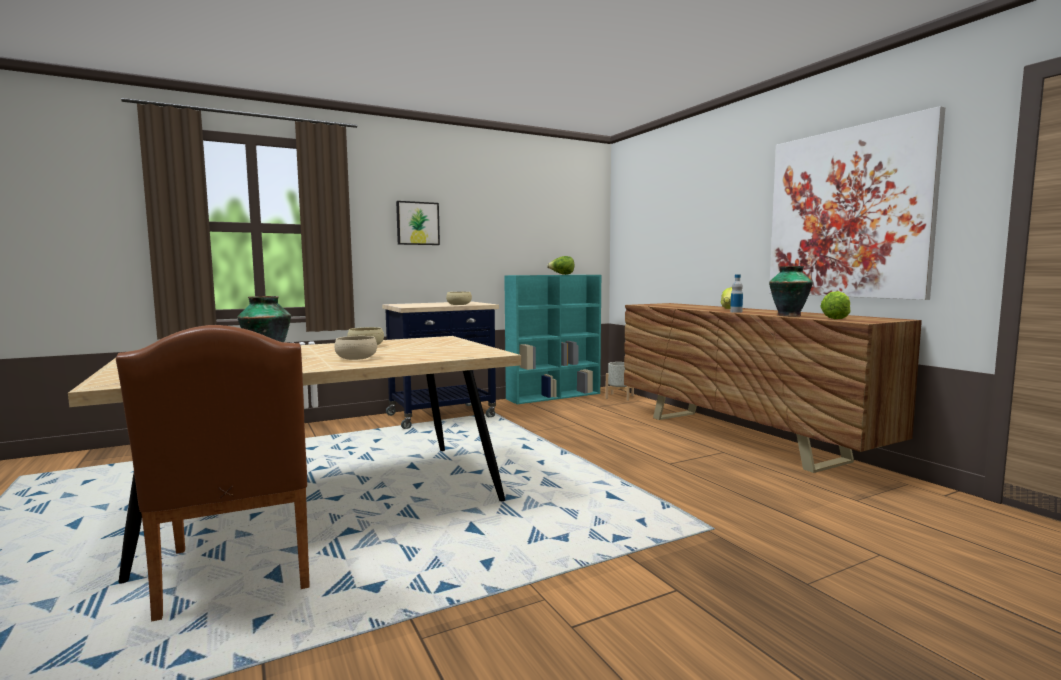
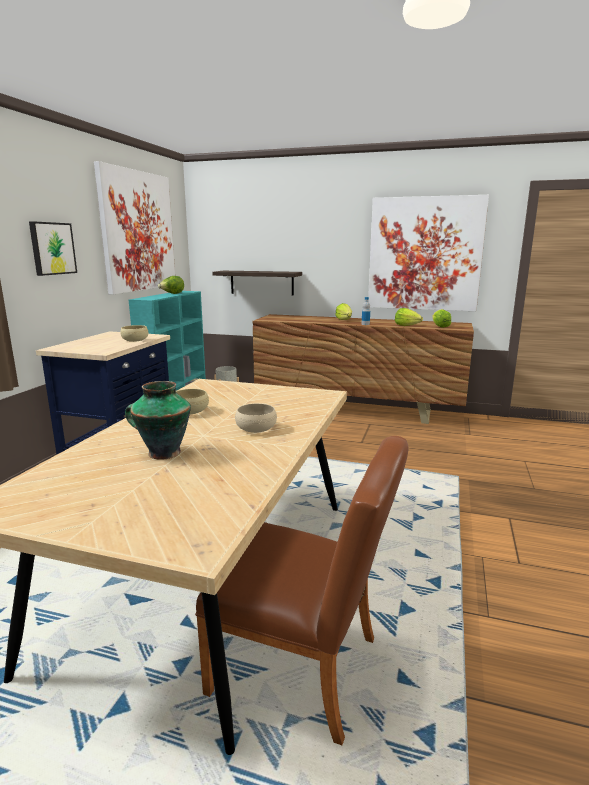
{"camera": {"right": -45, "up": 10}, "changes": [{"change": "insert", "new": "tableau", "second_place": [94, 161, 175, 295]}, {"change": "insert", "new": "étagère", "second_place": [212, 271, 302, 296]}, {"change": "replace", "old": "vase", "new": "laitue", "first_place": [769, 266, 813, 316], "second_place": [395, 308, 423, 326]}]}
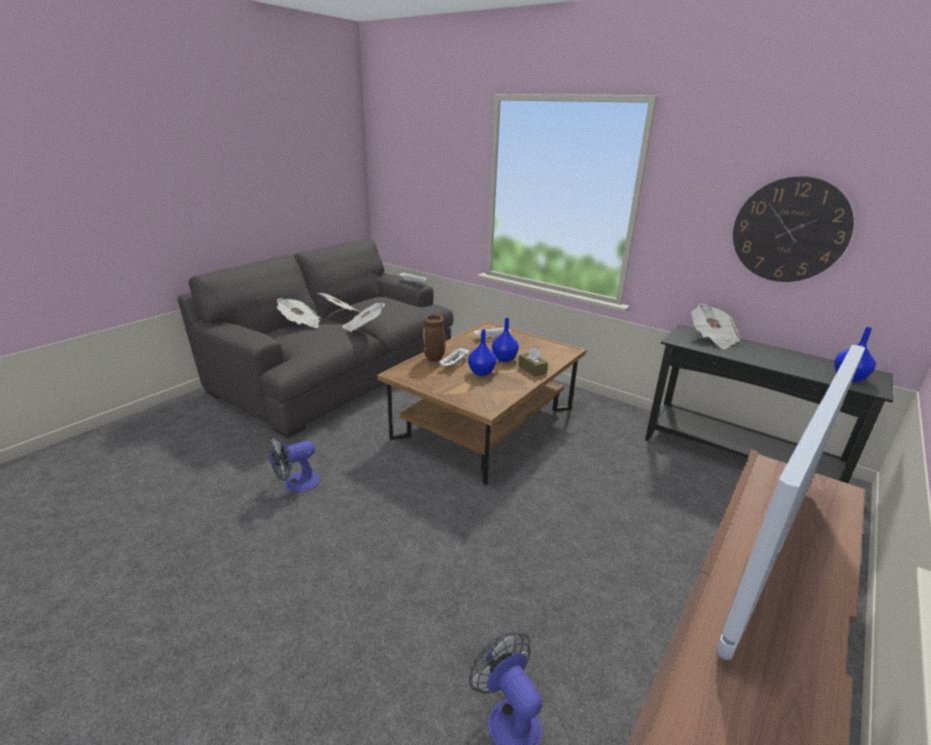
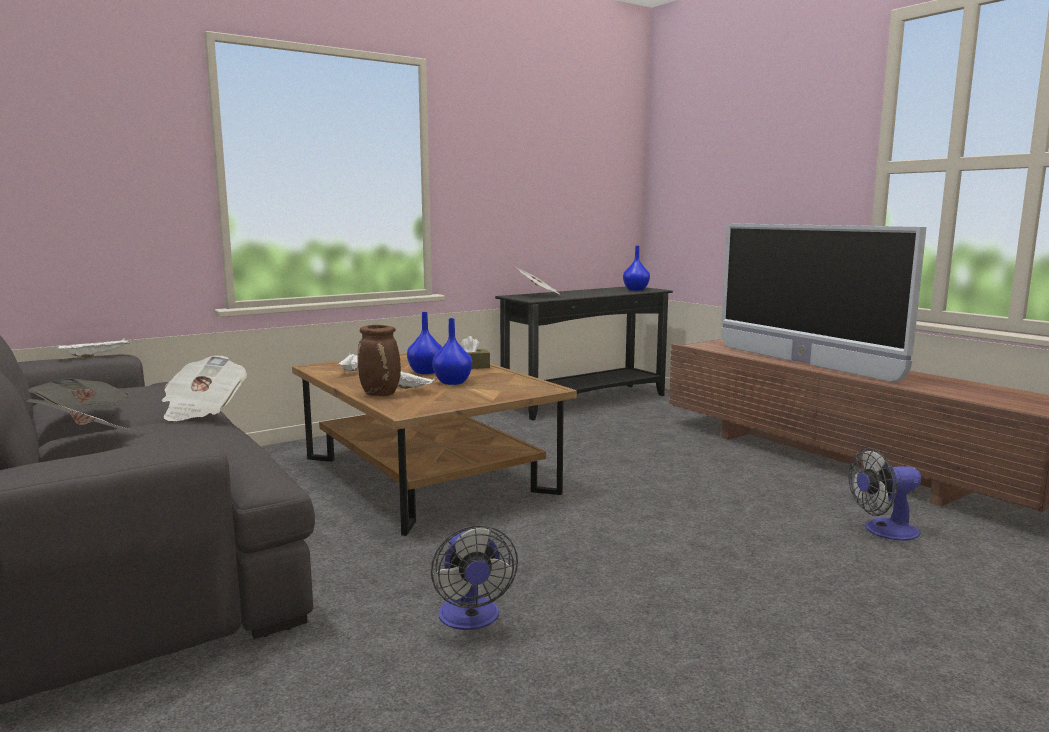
{"camera": {"right": -70, "up": -15}, "changes": [{"change": "delete", "old": "horloge murale", "first_place": [733, 176, 854, 282]}]}
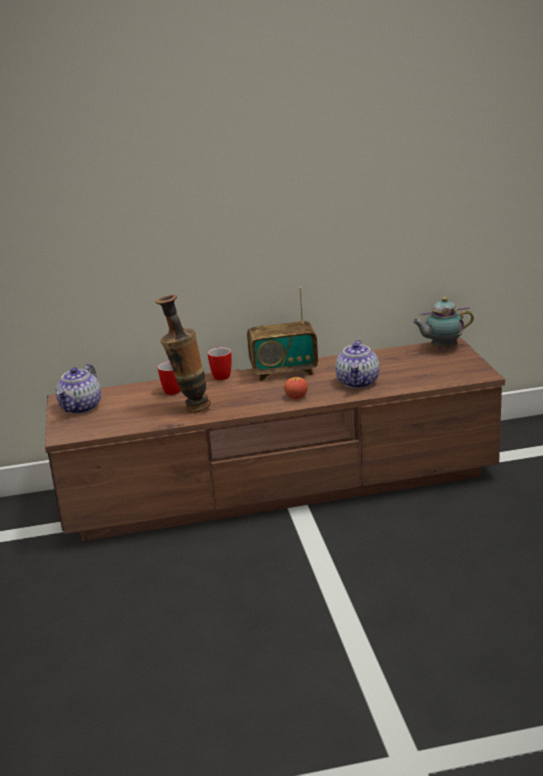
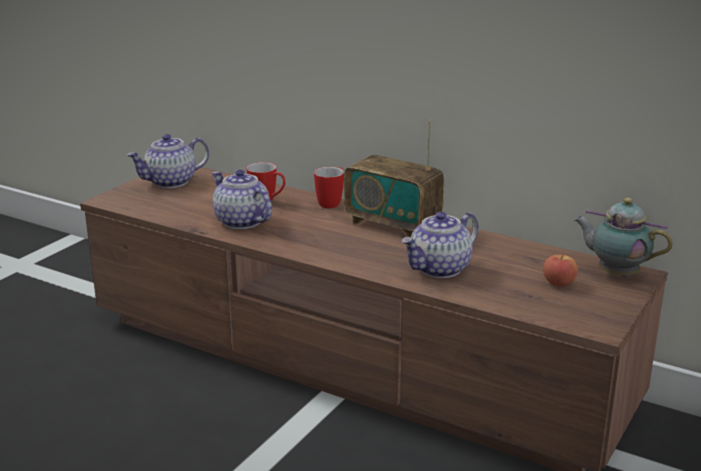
{"camera": {"right": 40, "up": 0}, "changes": [{"change": "replace", "old": "vase", "new": "théière", "first_place": [155, 295, 211, 413], "second_place": [212, 169, 272, 229]}, {"change": "move", "old": "pomme", "first_place": [284, 377, 308, 399], "second_place": [543, 254, 578, 286]}]}
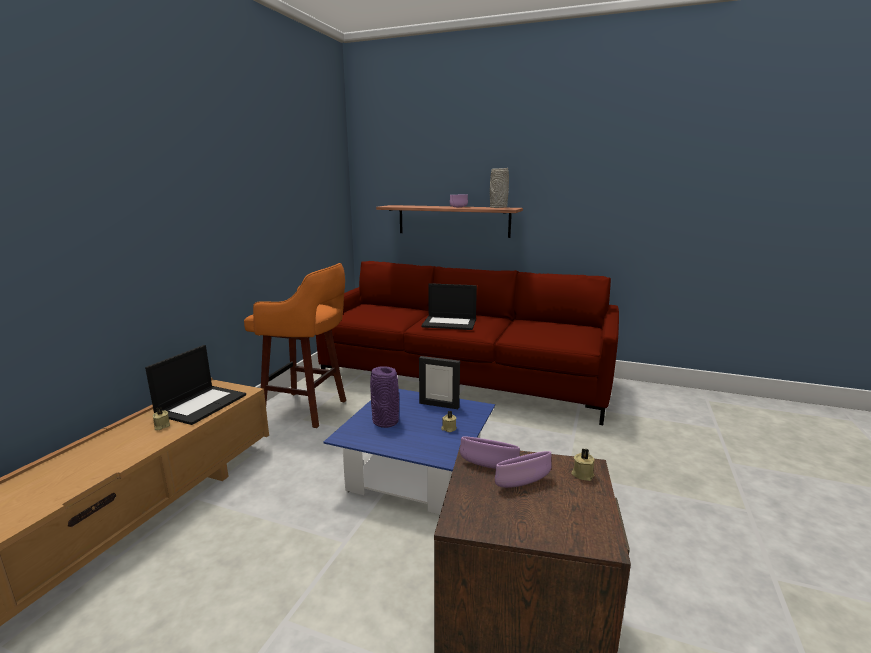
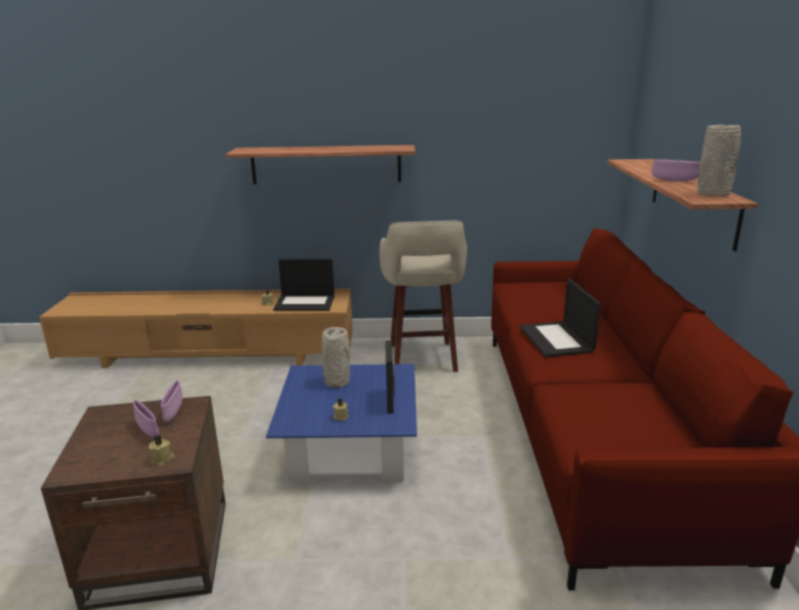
{"camera": {"right": 70, "up": 5}, "changes": [{"change": "insert", "new": "étagère", "second_place": [225, 145, 415, 184]}, {"change": "recolor", "old": "vase [violet]", "new": "vase [gris]", "first_place": [370, 366, 399, 428], "second_place": [321, 327, 350, 388]}, {"change": "recolor", "old": "tabouret [orange]", "new": "tabouret [beige]", "first_place": [244, 263, 346, 428], "second_place": [379, 221, 467, 372]}]}
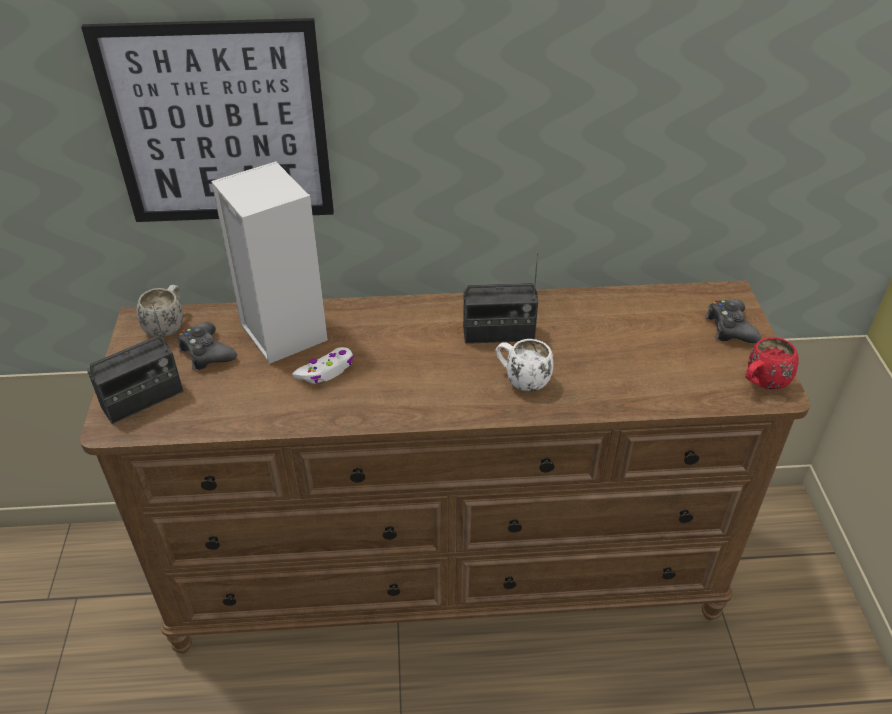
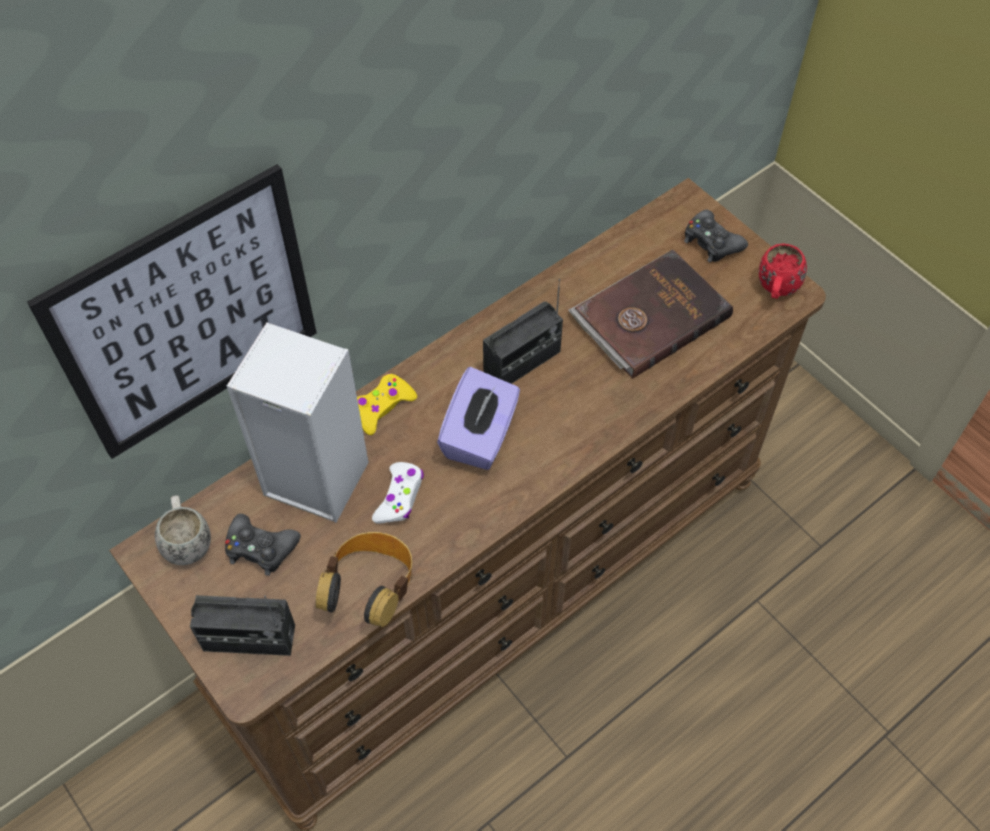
{"camera": {"right": -35, "up": 15}, "changes": [{"change": "rotate", "old": "radio", "first_place": [87, 304, 184, 424], "second_place": [190, 595, 295, 656], "degrees": 75}, {"change": "insert", "new": "casque audio", "second_place": [316, 532, 412, 627]}, {"change": "insert", "new": "manette [jaune]", "second_place": [357, 373, 417, 435]}, {"change": "insert", "new": "boîte à mouchoirs [violet]", "second_place": [437, 367, 520, 470]}, {"change": "insert", "new": "livre [marron]", "second_place": [568, 250, 733, 379]}, {"change": "delete", "old": "mug [blanc]", "first_place": [495, 339, 554, 391]}]}
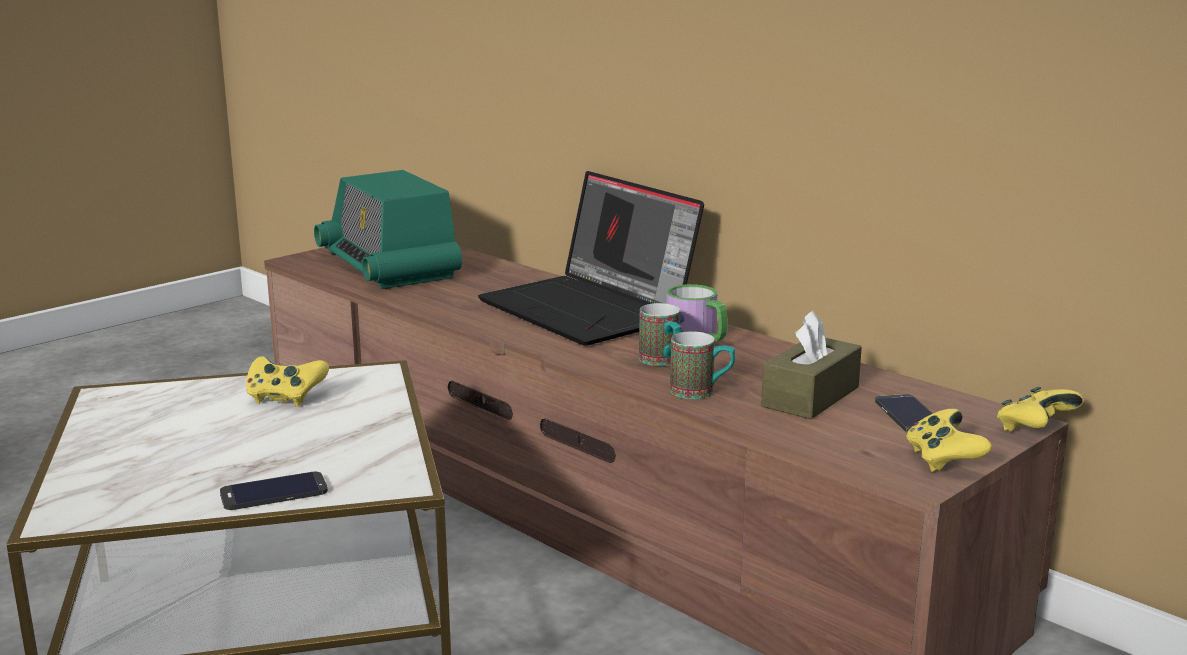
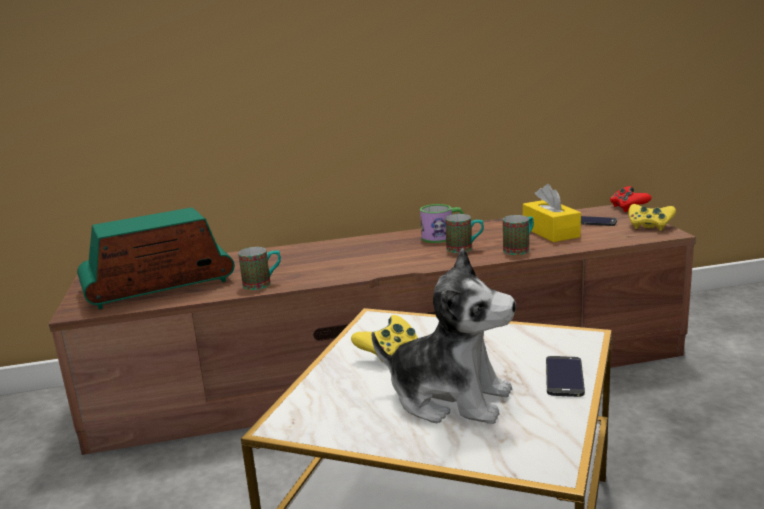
{"camera": {"right": -55, "up": 0}, "changes": [{"change": "rotate", "old": "radio", "first_place": [314, 170, 462, 289], "second_place": [77, 207, 235, 309], "degrees": 150}, {"change": "insert", "new": "mug", "second_place": [238, 247, 281, 290]}, {"change": "insert", "new": "peluche", "second_place": [372, 248, 516, 424]}, {"change": "recolor", "old": "boîte à mouchoirs [marron]", "new": "boîte à mouchoirs [jaune]", "first_place": [761, 310, 862, 419], "second_place": [523, 184, 581, 242]}, {"change": "recolor", "old": "manette [jaune]", "new": "manette [rouge]", "first_place": [997, 387, 1084, 432], "second_place": [610, 186, 652, 212]}, {"change": "delete", "old": "ordinateur portable", "first_place": [478, 171, 704, 346]}]}
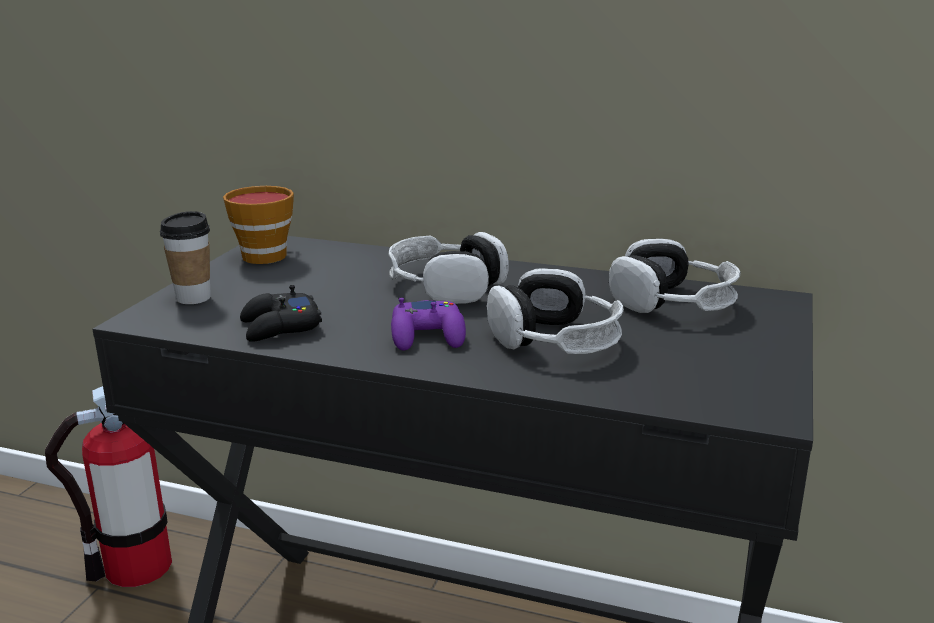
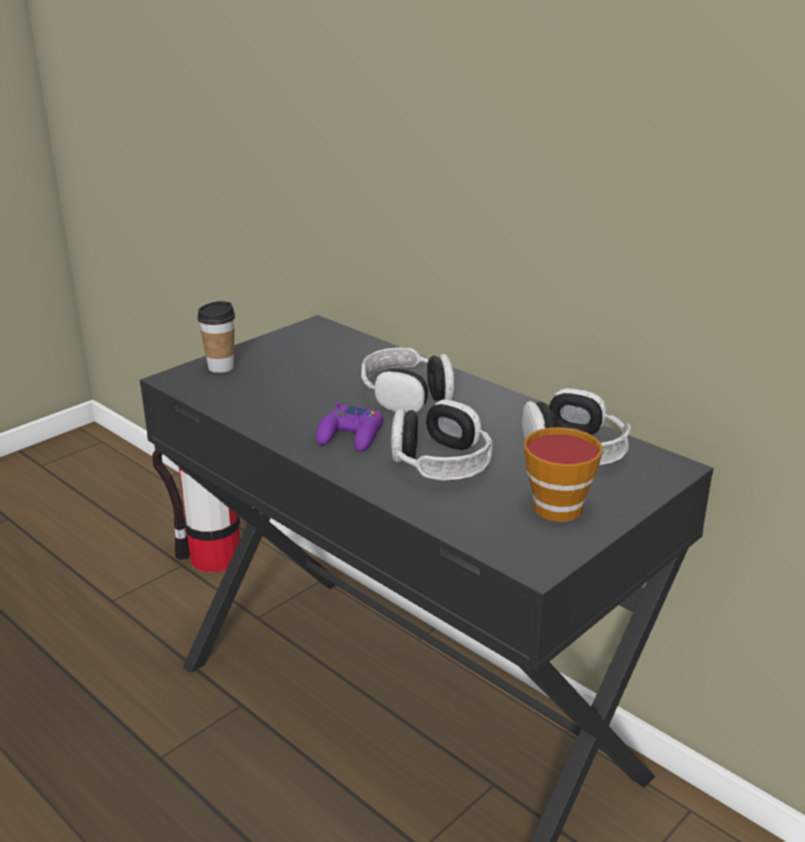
{"camera": {"right": 25, "up": 5}, "changes": [{"change": "move", "old": "tasse", "first_place": [223, 186, 294, 264], "second_place": [524, 427, 603, 522]}, {"change": "delete", "old": "manette [noir]", "first_place": [240, 285, 322, 342]}]}
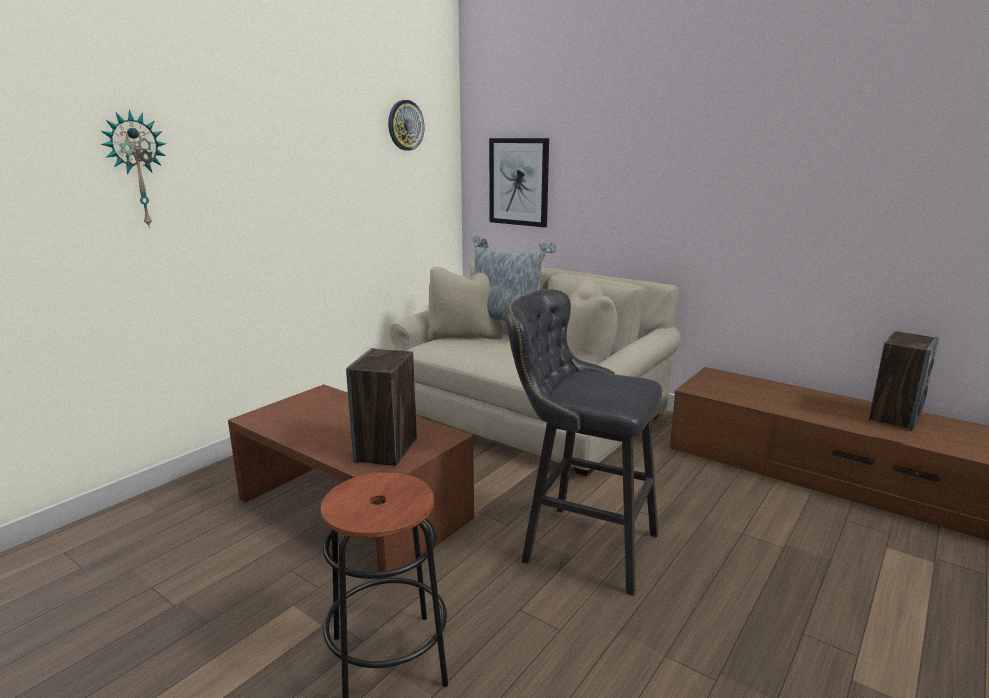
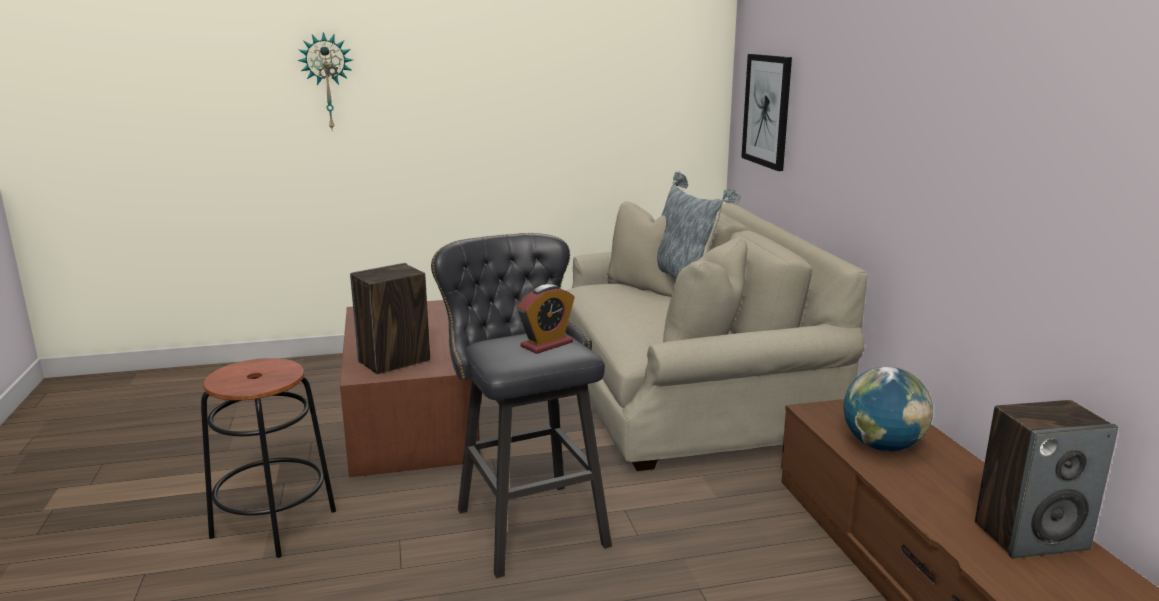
{"camera": {"right": 40, "up": 0}, "changes": [{"change": "insert", "new": "réveil", "second_place": [517, 284, 574, 354]}, {"change": "insert", "new": "globe", "second_place": [844, 366, 933, 451]}, {"change": "delete", "old": "horloge murale", "first_place": [388, 100, 425, 151]}]}
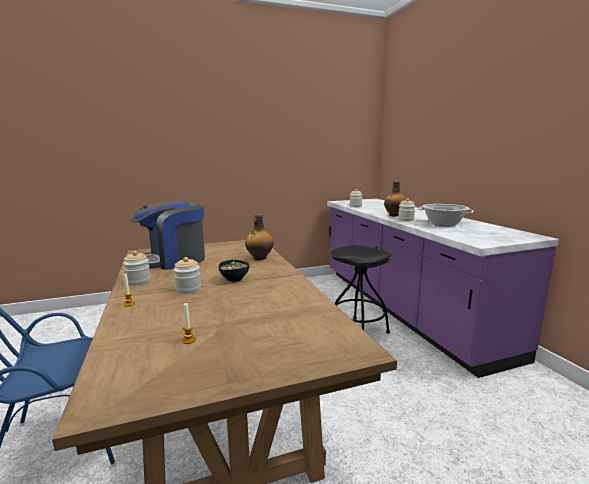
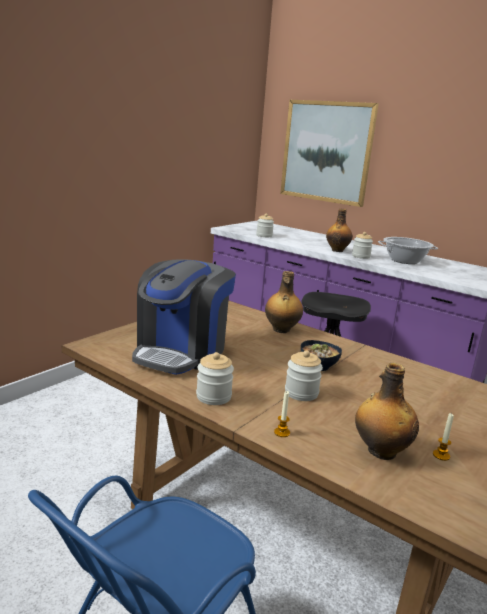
{"camera": {"right": -35, "up": 5}, "changes": [{"change": "insert", "new": "tableau", "second_place": [280, 100, 379, 207]}, {"change": "insert", "new": "bouteille", "second_place": [355, 363, 419, 460]}]}
